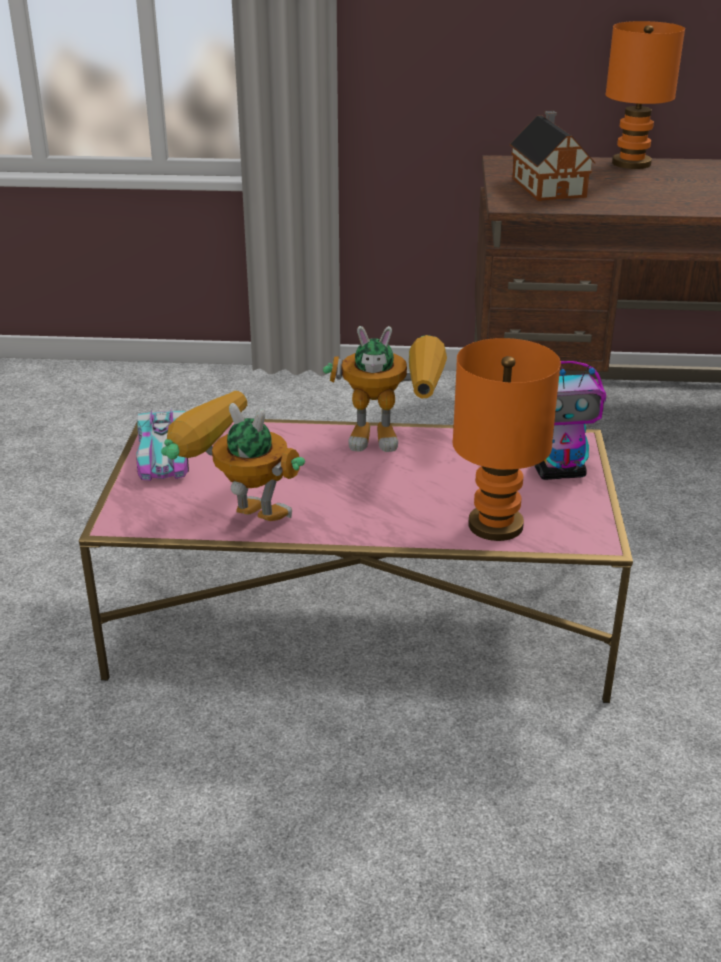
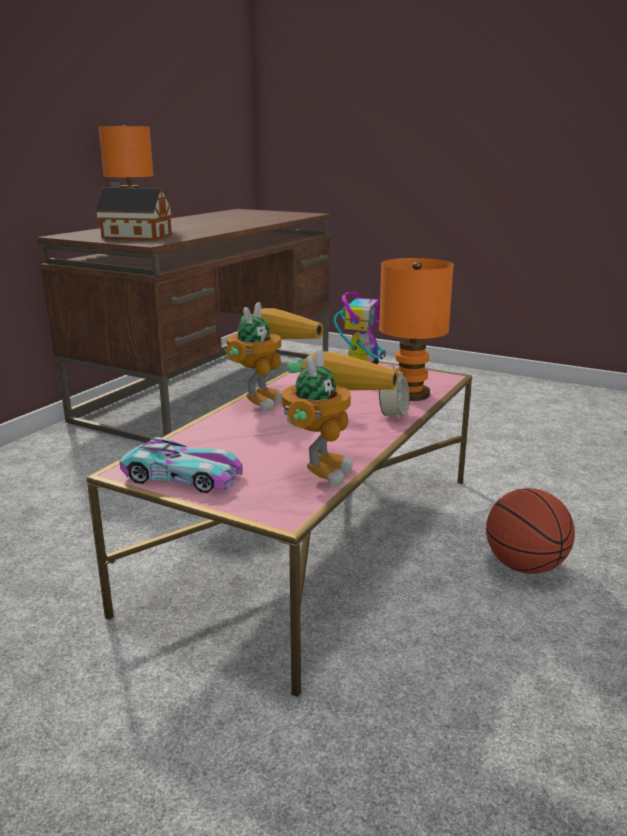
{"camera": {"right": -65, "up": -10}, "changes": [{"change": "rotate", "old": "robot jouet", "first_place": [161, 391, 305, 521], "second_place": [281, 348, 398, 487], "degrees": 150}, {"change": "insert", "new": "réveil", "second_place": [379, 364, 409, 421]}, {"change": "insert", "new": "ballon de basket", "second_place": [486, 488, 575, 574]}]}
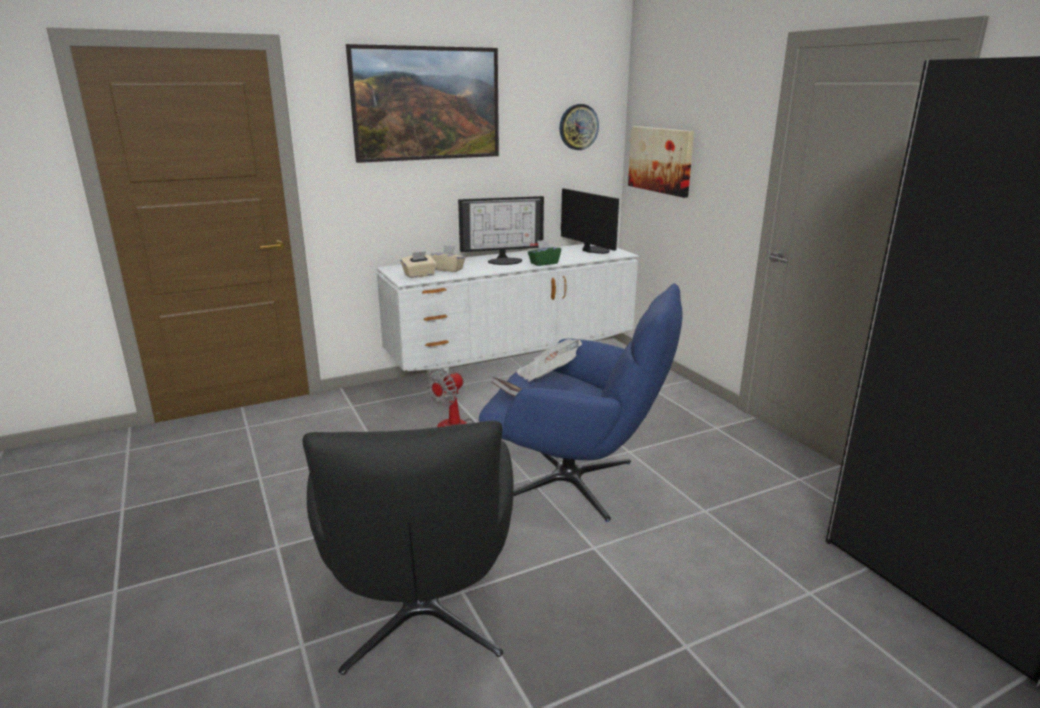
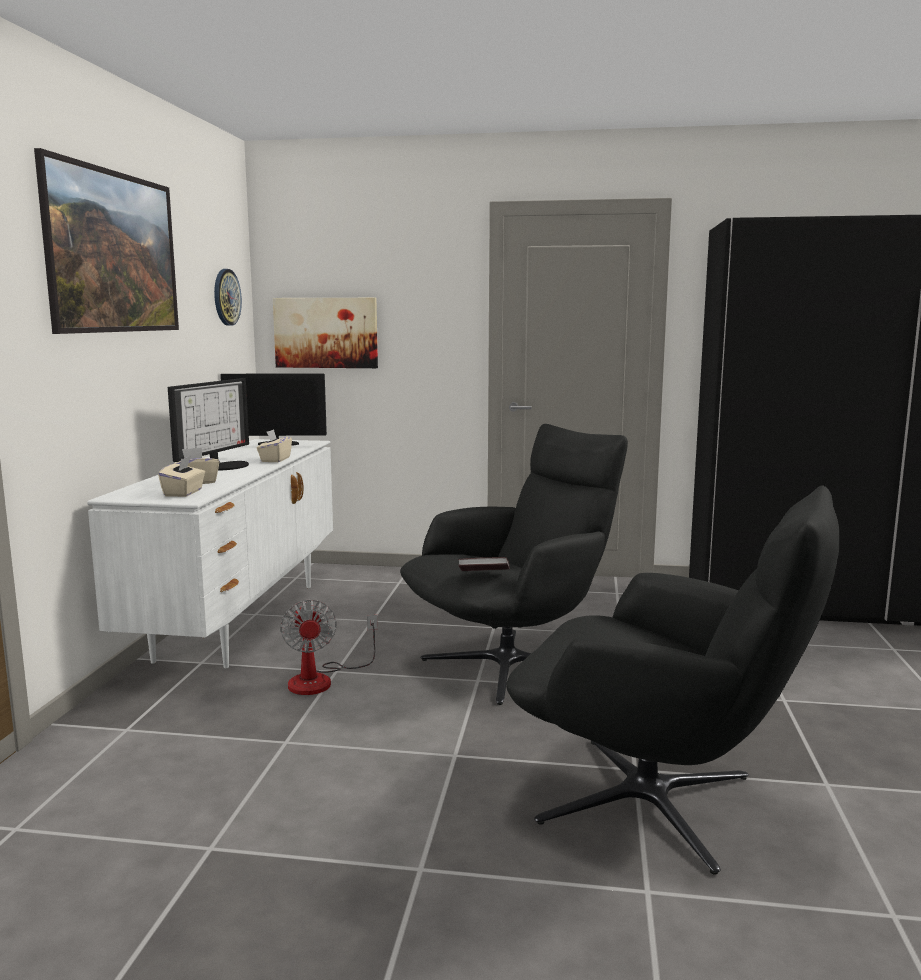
{"camera": {"right": -55, "up": -10}, "changes": [{"change": "recolor", "old": "boîte à mouchoirs [vert]", "new": "boîte à mouchoirs [beige]", "first_place": [528, 240, 561, 266], "second_place": [257, 429, 292, 462]}, {"change": "recolor", "old": "fauteuil [bleu]", "new": "fauteuil [noir]", "first_place": [479, 283, 683, 522], "second_place": [400, 424, 628, 705]}, {"change": "delete", "old": "journal", "first_place": [517, 339, 582, 382]}]}
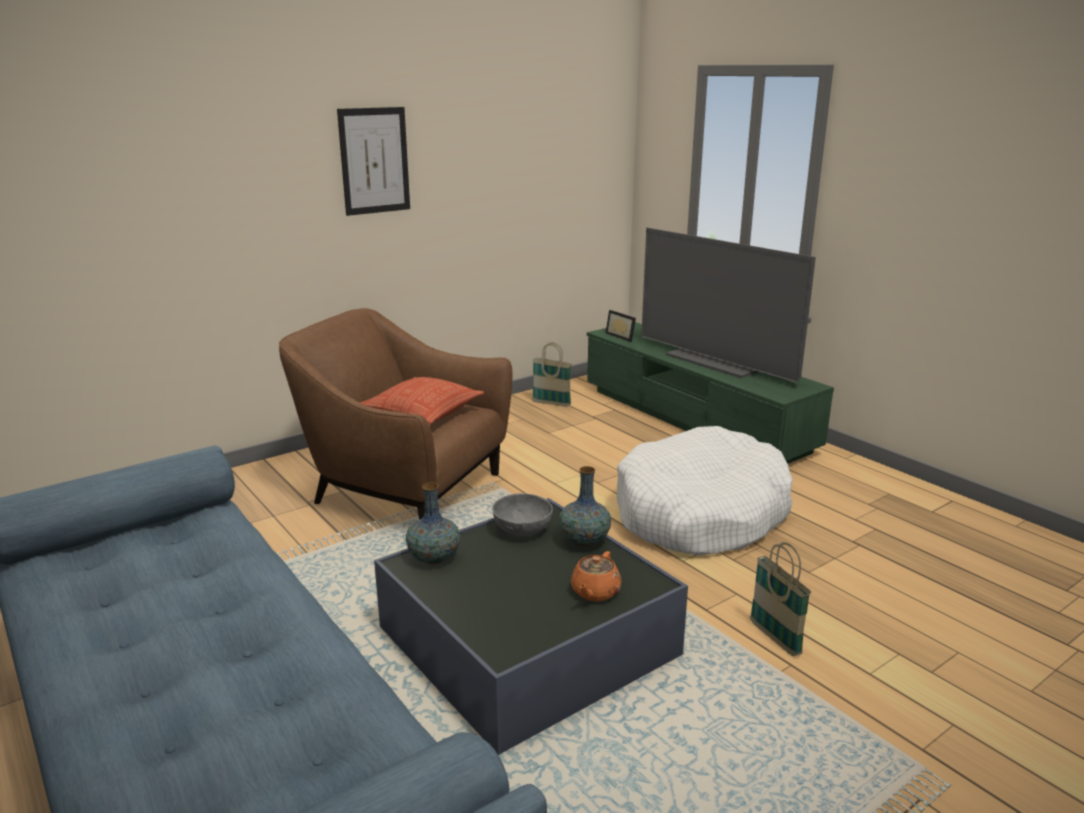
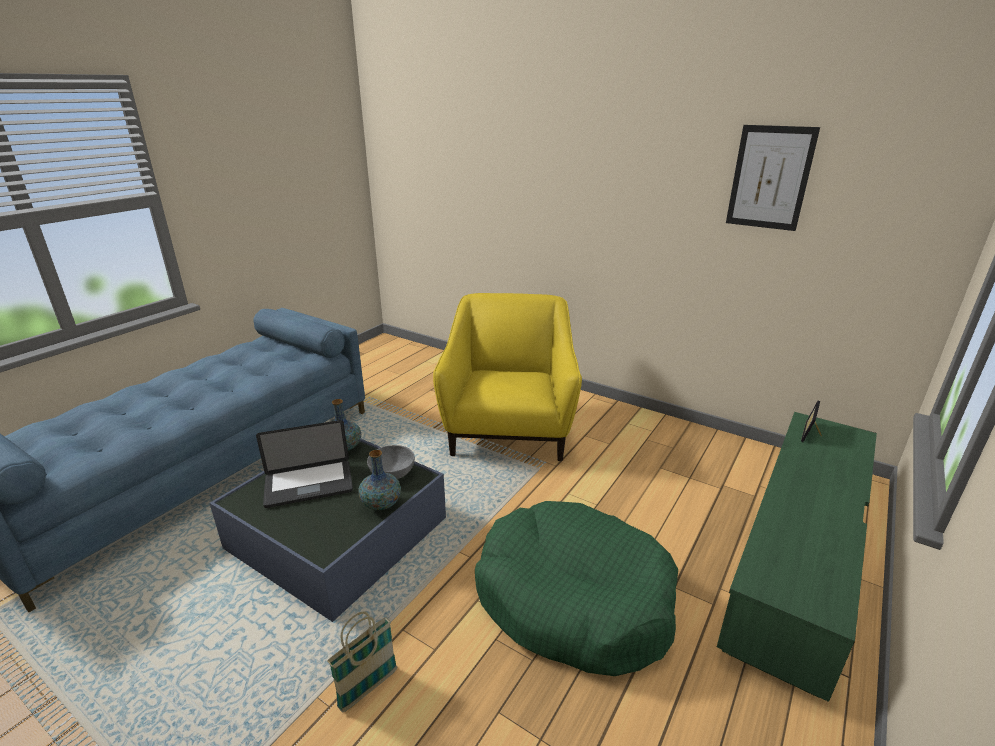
{"camera": {"right": 70, "up": 5}, "changes": [{"change": "insert", "new": "ordinateur portable", "second_place": [256, 420, 353, 508]}, {"change": "recolor", "old": "fauteuil [marron]", "new": "fauteuil [jaune]", "first_place": [279, 308, 513, 520], "second_place": [433, 293, 582, 461]}, {"change": "recolor", "old": "panier pour chien [blanc]", "new": "panier pour chien [vert]", "first_place": [617, 426, 793, 555], "second_place": [475, 501, 678, 676]}, {"change": "move", "old": "tableau", "first_place": [337, 107, 410, 216], "second_place": [726, 125, 820, 231]}, {"change": "delete", "old": "coussin [orange]", "first_place": [360, 377, 484, 424]}, {"change": "delete", "old": "panier", "first_place": [532, 343, 572, 407]}, {"change": "delete", "old": "théière [orange]", "first_place": [571, 551, 621, 602]}, {"change": "delete", "old": "téléviseur", "first_place": [641, 228, 816, 383]}]}
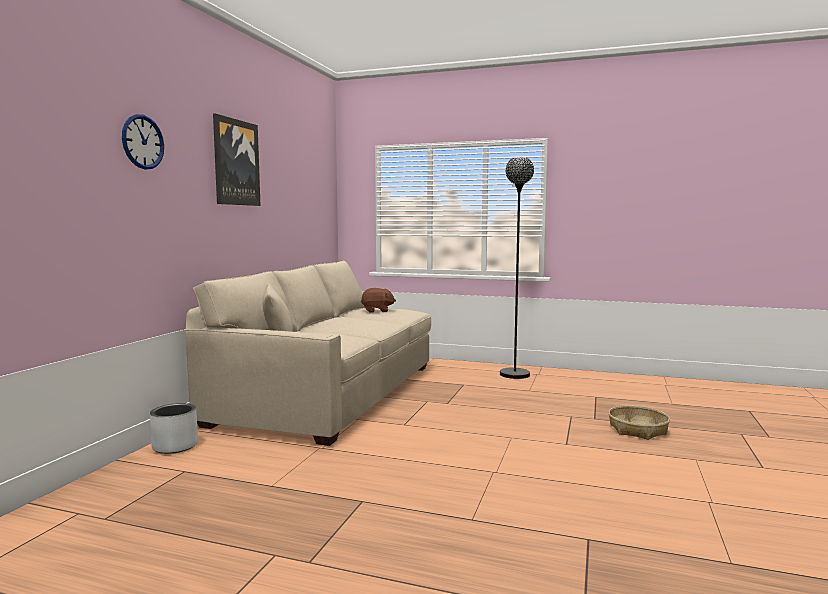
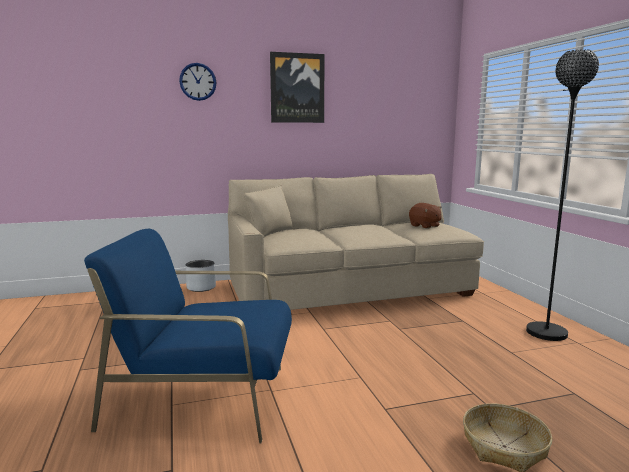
{"camera": {"right": 55, "up": 5}, "changes": [{"change": "insert", "new": "fauteuil [bleu]", "second_place": [84, 229, 292, 443]}]}
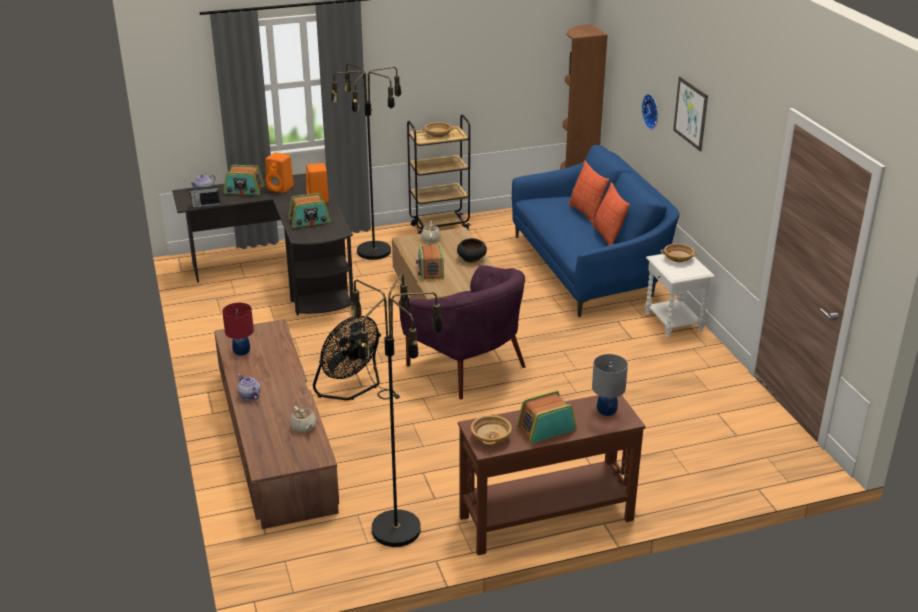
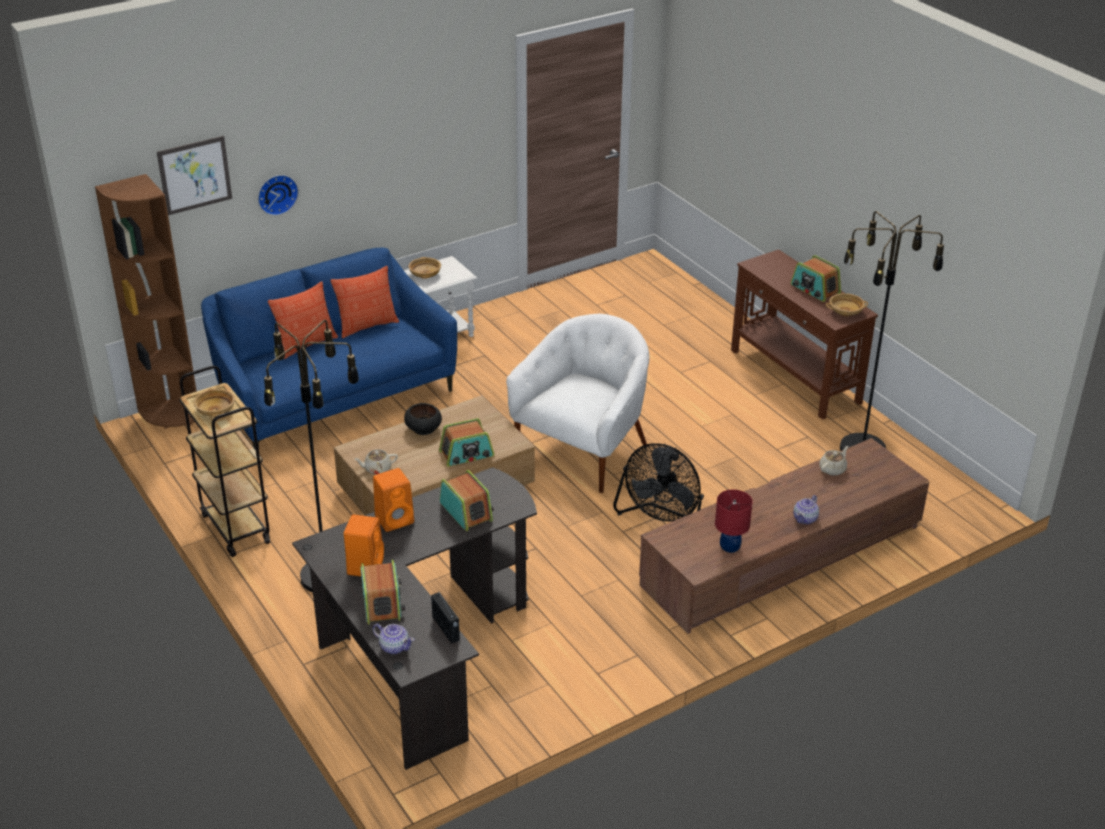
{"camera": {"right": -105, "up": 5}, "changes": [{"change": "move", "old": "tableau", "first_place": [673, 76, 708, 151], "second_place": [157, 136, 232, 215]}, {"change": "recolor", "old": "fauteuil [violet]", "new": "fauteuil [blanc]", "first_place": [398, 265, 526, 399], "second_place": [506, 314, 649, 493]}, {"change": "delete", "old": "lampe de table [gris]", "first_place": [592, 354, 628, 416]}]}
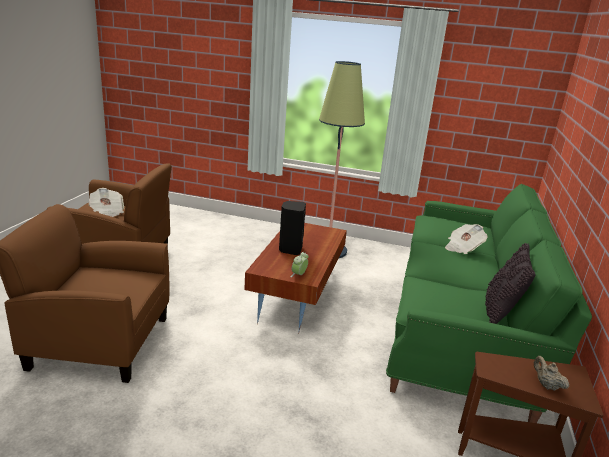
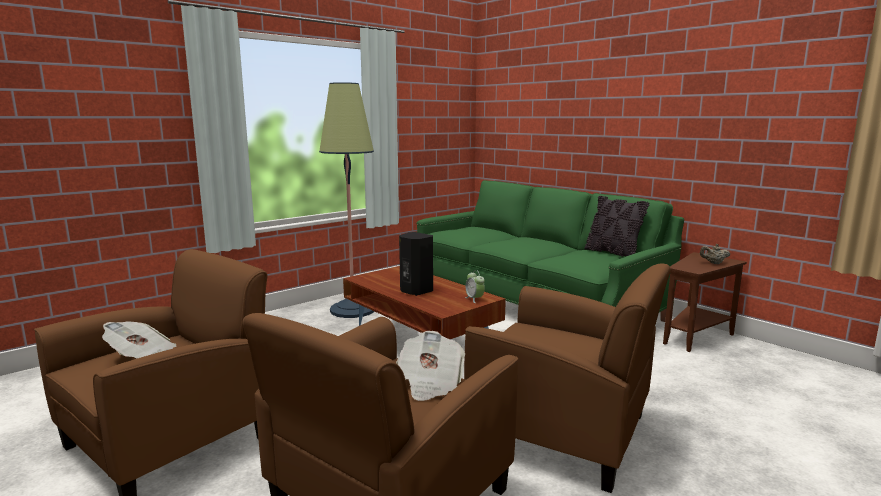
{"camera": {"right": -55, "up": -10}, "changes": [{"change": "move", "old": "journal", "first_place": [445, 224, 488, 254], "second_place": [396, 331, 465, 401]}, {"change": "insert", "new": "fauteuil [marron]", "second_place": [464, 264, 671, 493]}]}
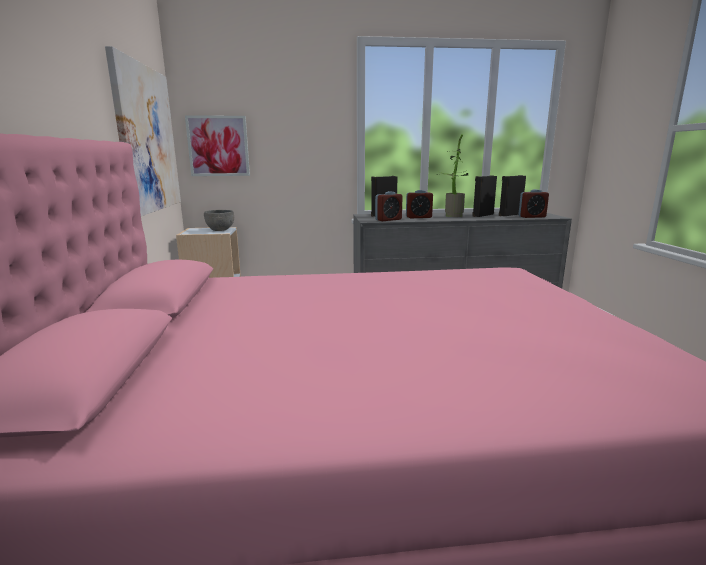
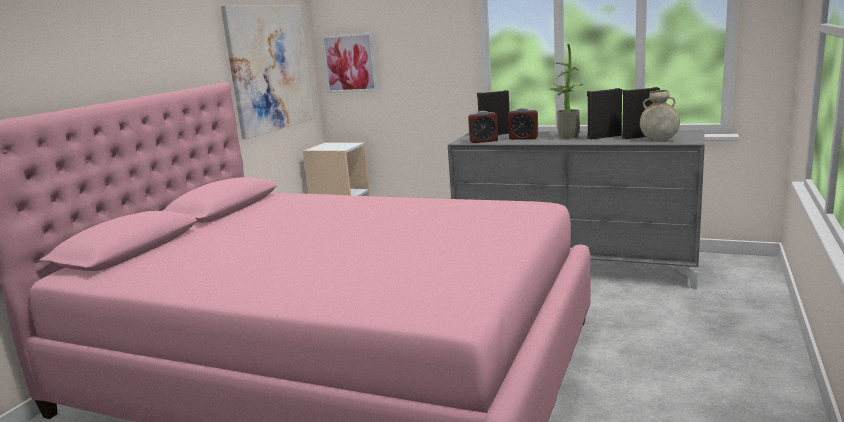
{"camera": {"right": 30, "up": 0}, "changes": [{"change": "replace", "old": "réveil", "new": "vase [beige]", "first_place": [518, 189, 549, 218], "second_place": [640, 90, 680, 141]}, {"change": "delete", "old": "bol [gris]", "first_place": [204, 210, 234, 231]}]}
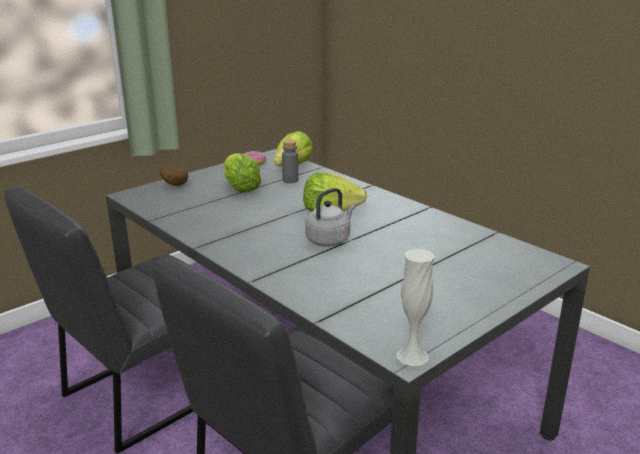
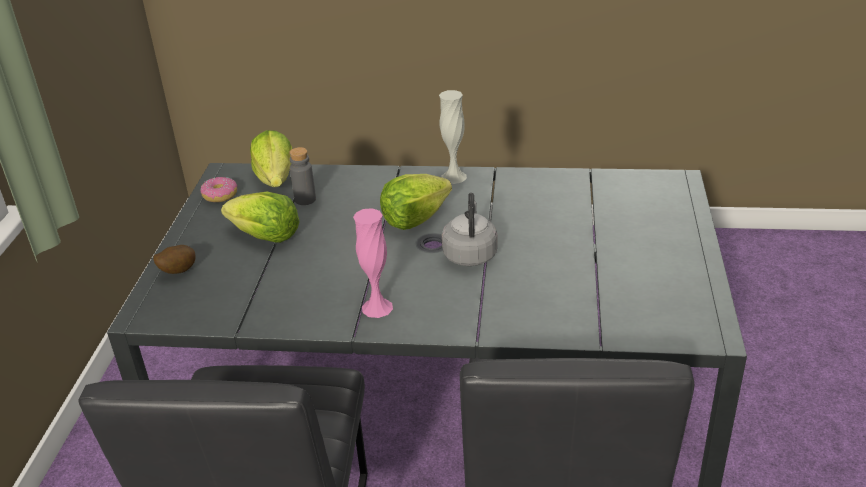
{"camera": {"right": -40, "up": 10}, "changes": [{"change": "insert", "new": "vase [rose]", "second_place": [353, 208, 393, 318]}, {"change": "move", "old": "vase [blanc]", "first_place": [397, 249, 435, 366], "second_place": [439, 90, 467, 184]}]}
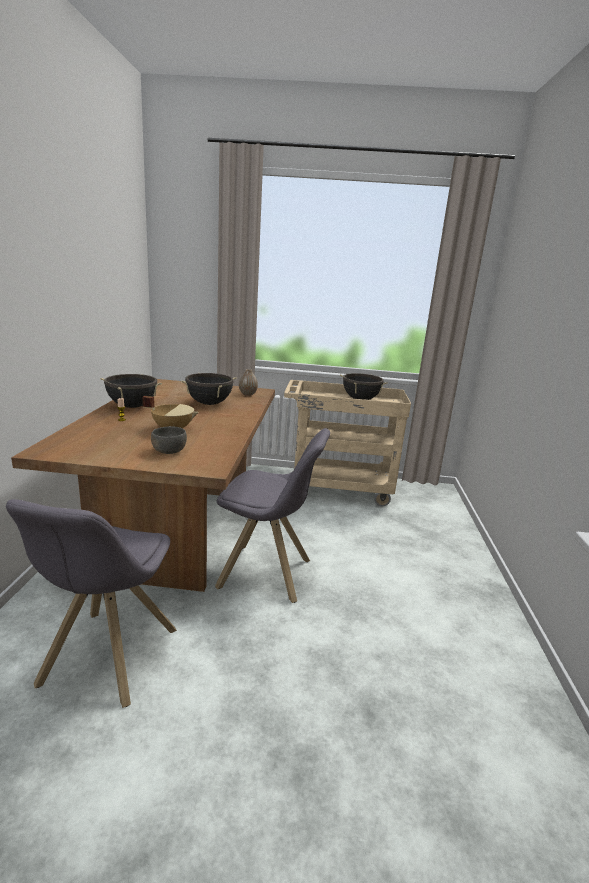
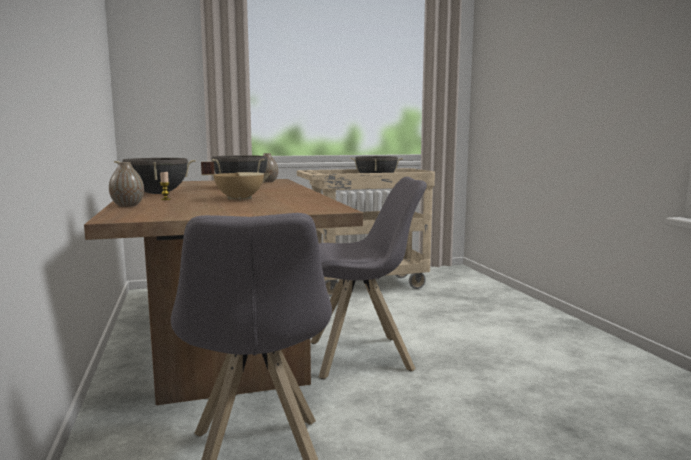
{"camera": {"right": -20, "up": -10}, "changes": [{"change": "insert", "new": "vase", "second_place": [109, 162, 144, 207]}, {"change": "delete", "old": "bol [gris]", "first_place": [151, 426, 187, 454]}]}
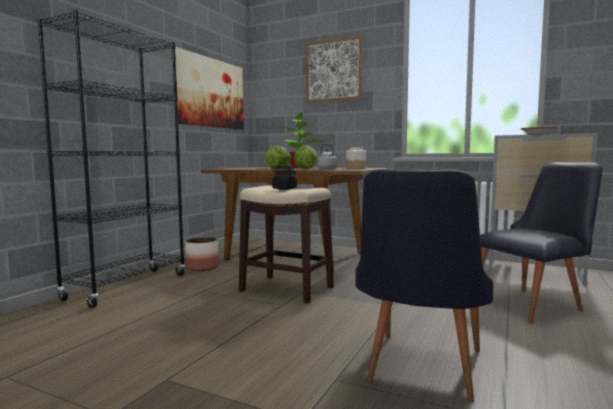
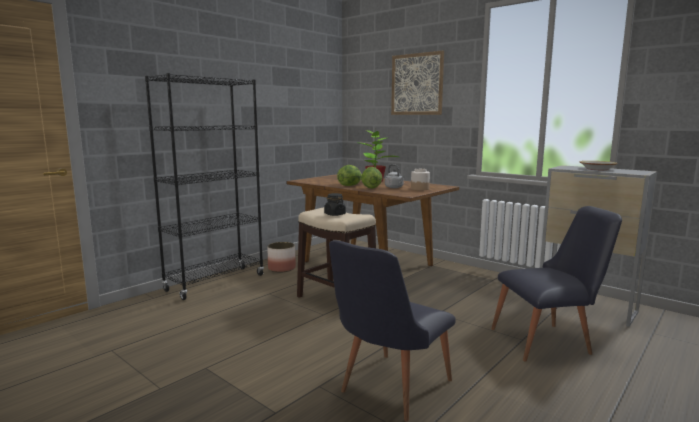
{"camera": {"right": 15, "up": 5}, "changes": [{"change": "delete", "old": "tableau", "first_place": [175, 47, 244, 129]}]}
